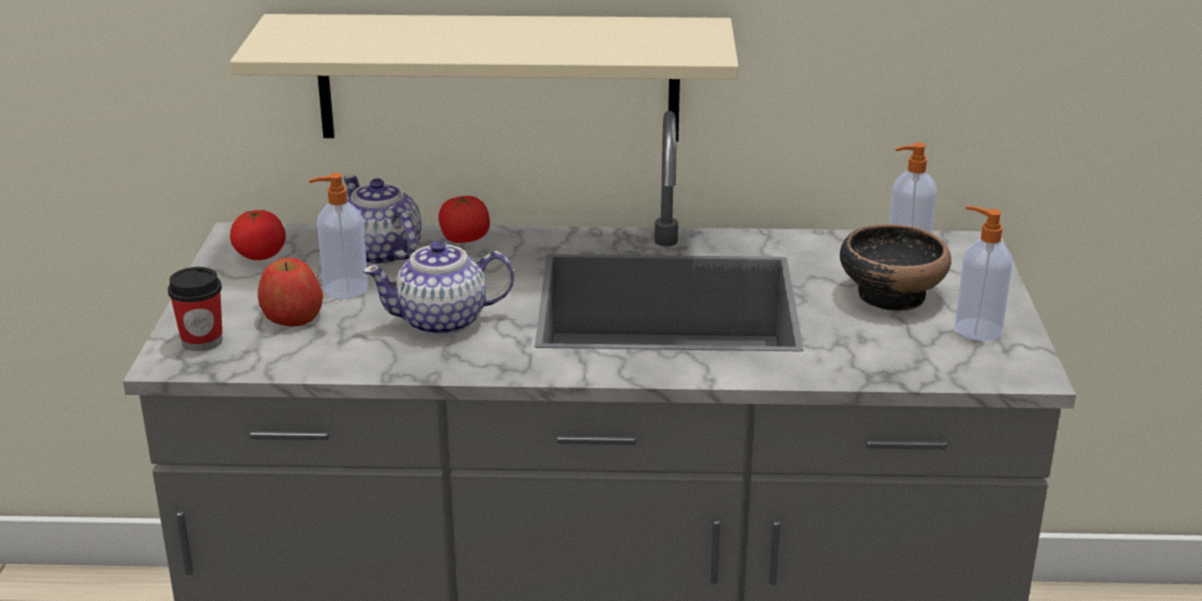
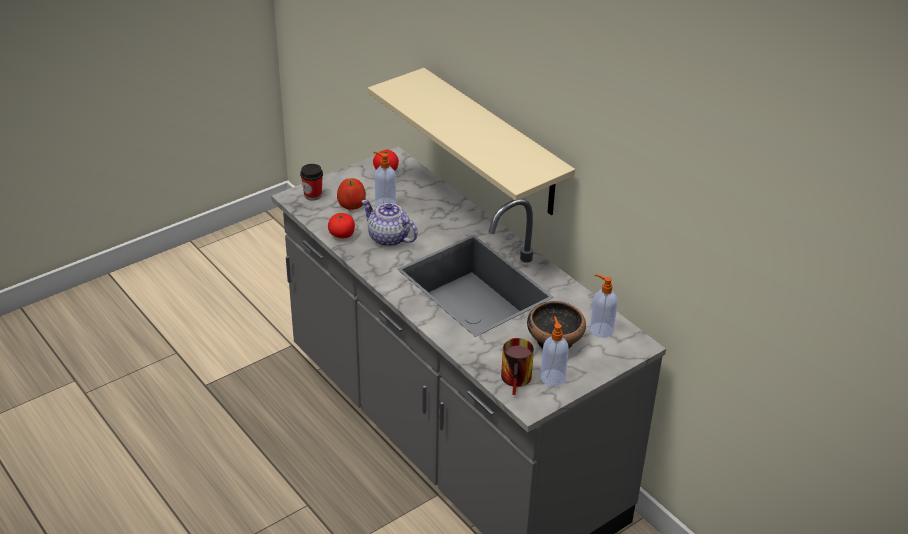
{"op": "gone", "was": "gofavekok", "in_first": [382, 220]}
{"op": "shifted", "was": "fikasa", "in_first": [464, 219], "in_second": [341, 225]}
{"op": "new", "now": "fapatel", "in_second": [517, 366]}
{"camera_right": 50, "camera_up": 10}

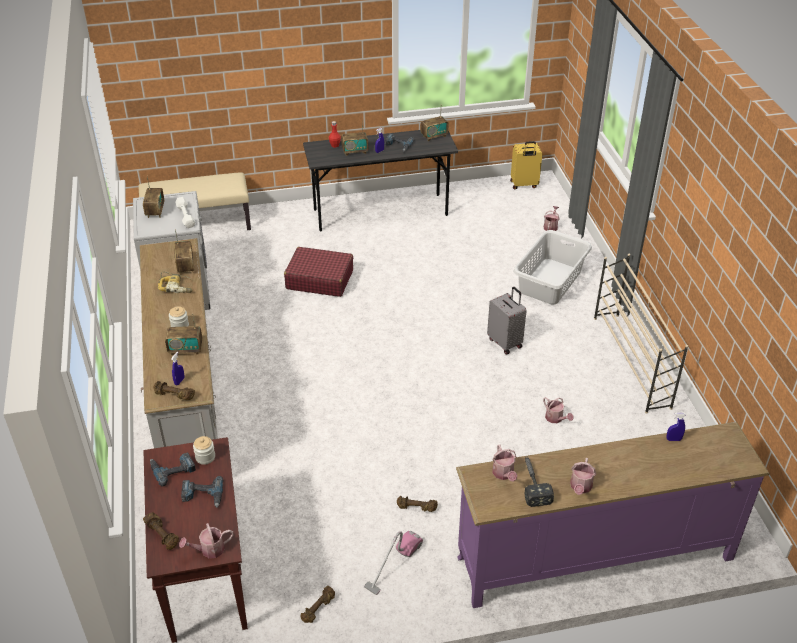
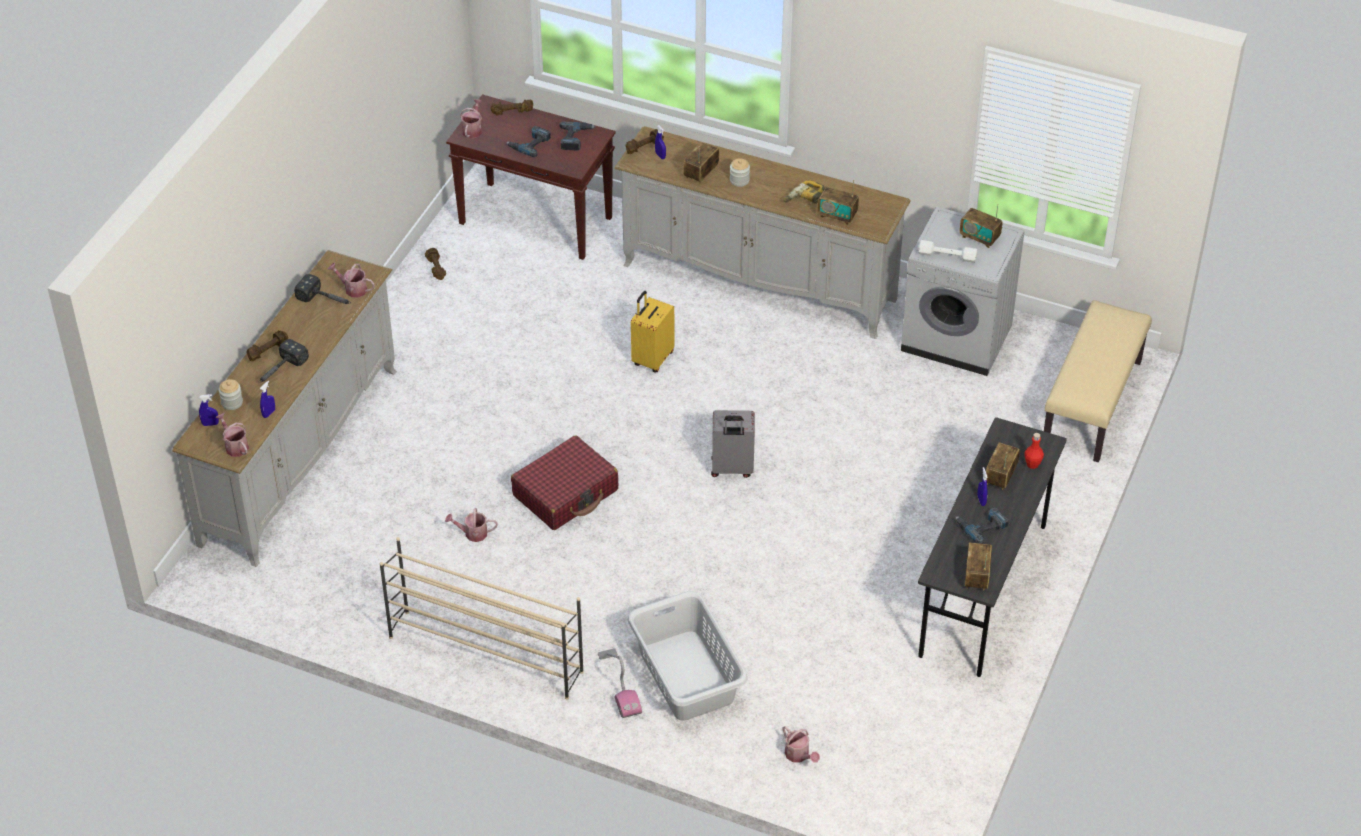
{"op": "shifted", "was": "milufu", "in_first": [204, 450], "in_second": [231, 394]}
{"op": "shifted", "was": "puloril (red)", "in_first": [318, 272], "in_second": [564, 482]}
{"op": "shifted", "was": "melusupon", "in_first": [393, 563], "in_second": [620, 683]}
{"op": "shifted", "was": "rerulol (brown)", "in_first": [417, 504], "in_second": [267, 345]}
{"op": "repainted", "was": "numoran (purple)", "now": "numoran (grey)", "in_first": [613, 515], "in_second": [284, 408]}
{"op": "shifted", "was": "puloril (grey)", "in_first": [507, 321], "in_second": [733, 444]}
{"op": "shifted", "was": "puloril (yellow)", "in_first": [526, 165], "in_second": [652, 332]}
{"op": "shifted", "was": "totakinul", "in_first": [583, 476], "in_second": [232, 435]}
{"op": "new", "now": "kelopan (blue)", "in_second": [209, 410]}
{"op": "new", "now": "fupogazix", "in_second": [283, 361]}
{"camera_right": 125, "camera_up": 5}

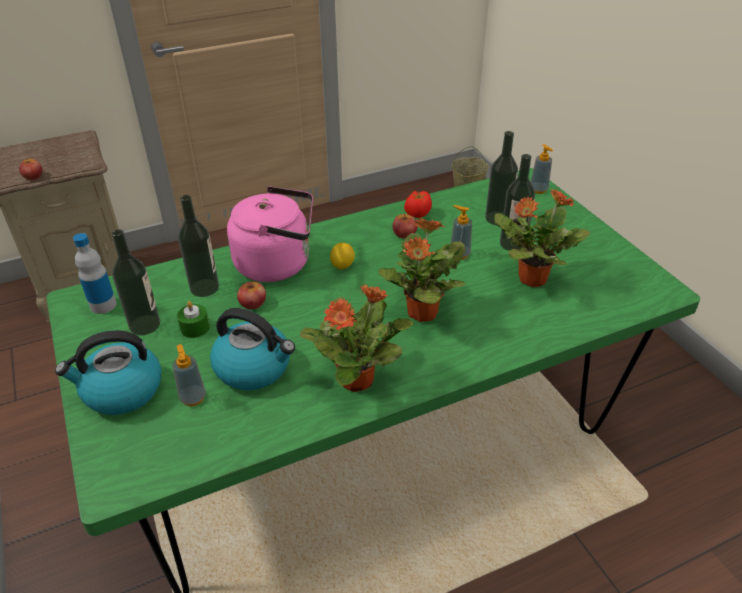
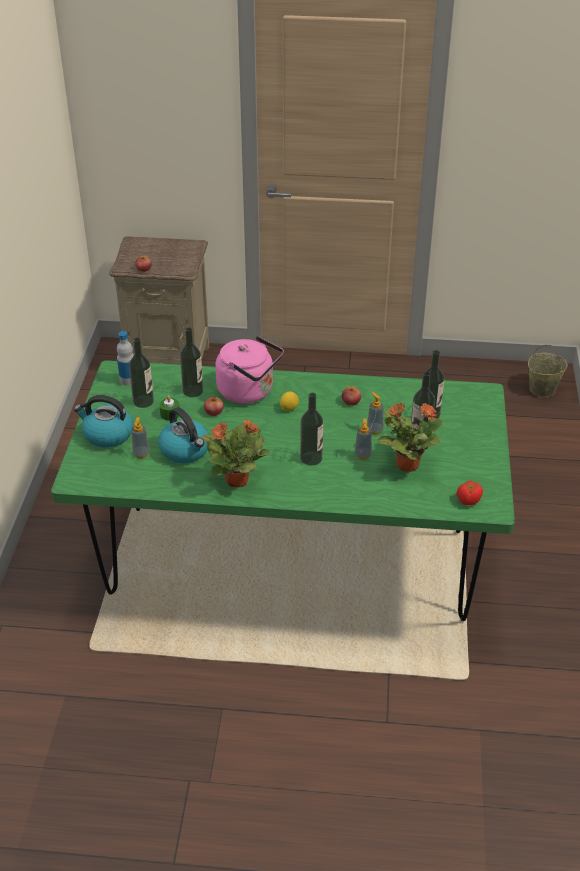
{"op": "swapped", "was": "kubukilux", "now": "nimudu", "in_first": [421, 269], "in_second": [311, 429]}
{"op": "shifted", "was": "fikasa", "in_first": [418, 204], "in_second": [470, 492]}
{"op": "shifted", "was": "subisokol", "in_first": [542, 169], "in_second": [363, 439]}
{"camera_right": 30, "camera_up": 0}

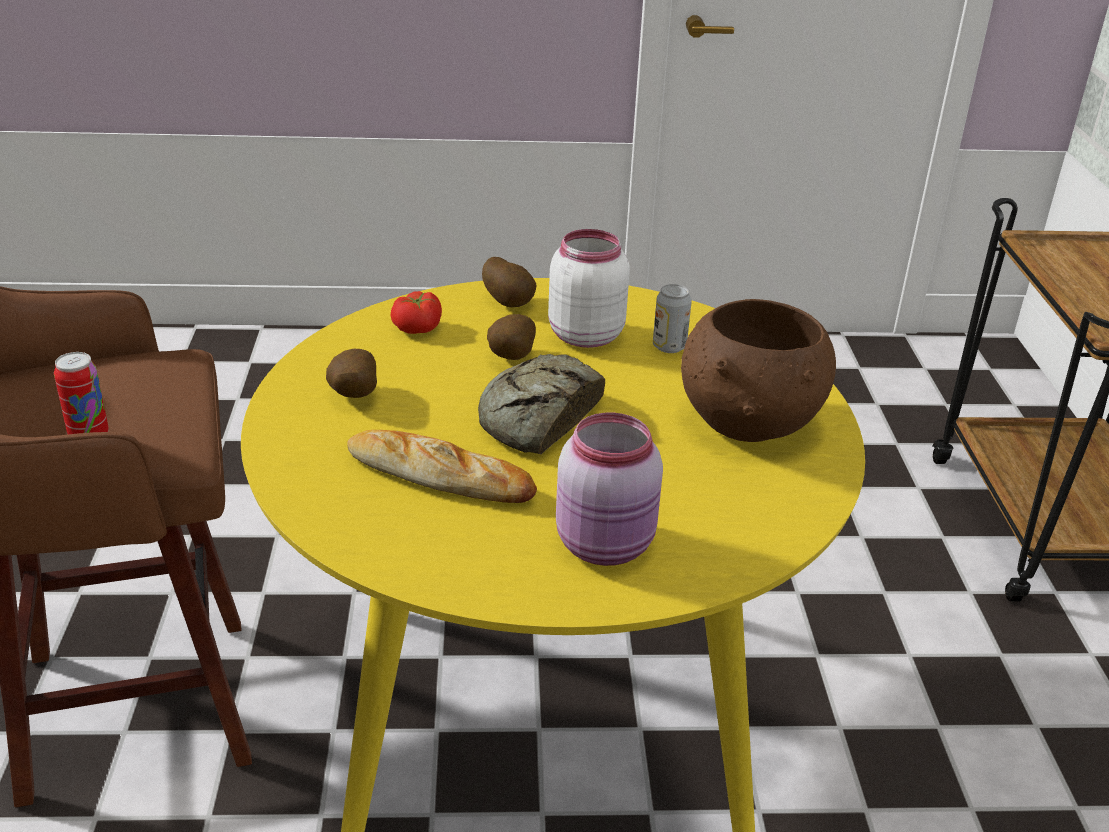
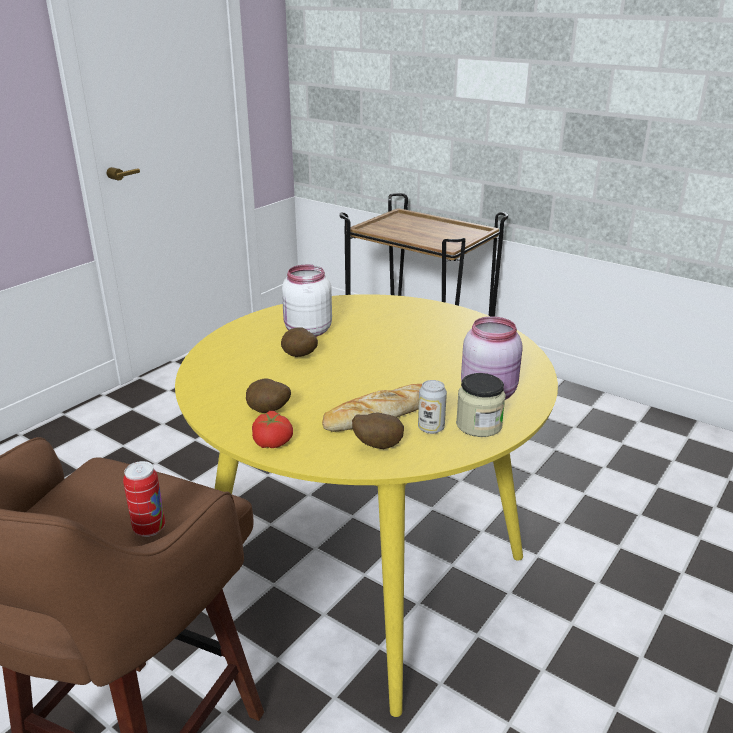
{"op": "shifted", "was": "fikasa", "in_first": [416, 312], "in_second": [272, 429]}
{"op": "gone", "was": "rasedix", "in_first": [541, 404]}
{"op": "shifted", "was": "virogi", "in_first": [509, 282], "in_second": [378, 431]}
{"op": "shifted", "was": "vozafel", "in_first": [672, 318], "in_second": [432, 407]}
{"op": "gone", "was": "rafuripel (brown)", "in_first": [758, 370]}
{"op": "new", "now": "milufu", "in_second": [481, 405]}
{"camera_right": -50, "camera_up": -5}

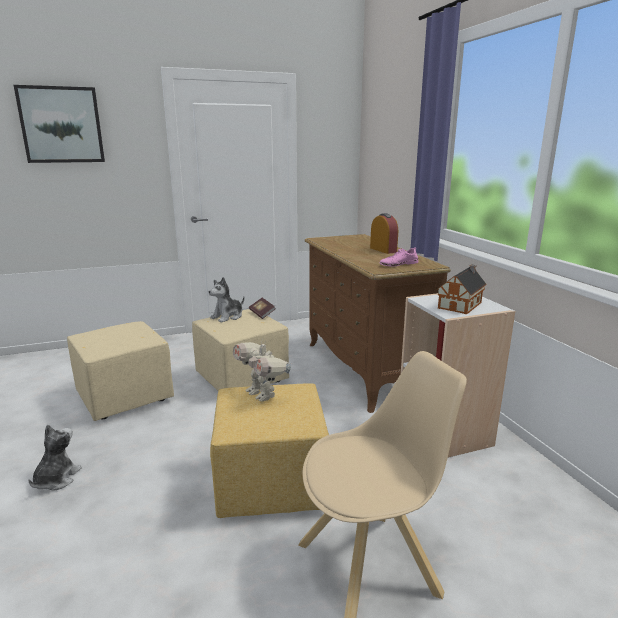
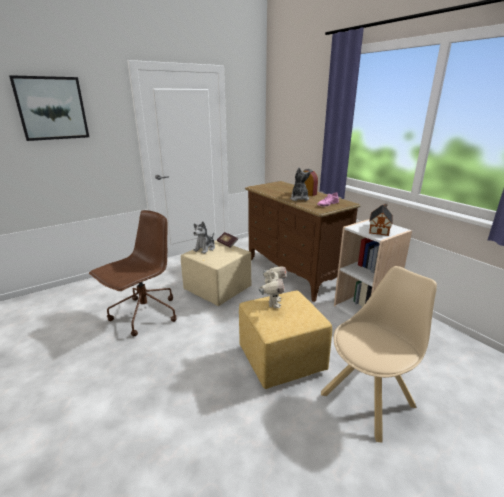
{"op": "shifted", "was": "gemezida", "in_first": [55, 457], "in_second": [300, 184]}
{"op": "swapped", "was": "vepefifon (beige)", "now": "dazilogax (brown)", "in_first": [120, 371], "in_second": [133, 273]}
{"op": "rotated", "was": "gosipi", "in_first": [262, 369], "in_second": [273, 287], "clockwise": -120}
{"camera_right": -15, "camera_up": 5}

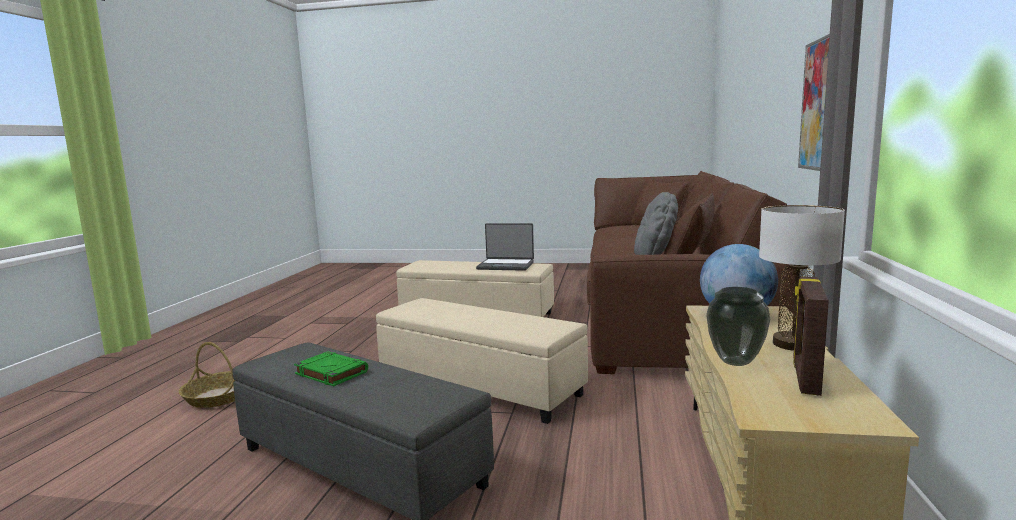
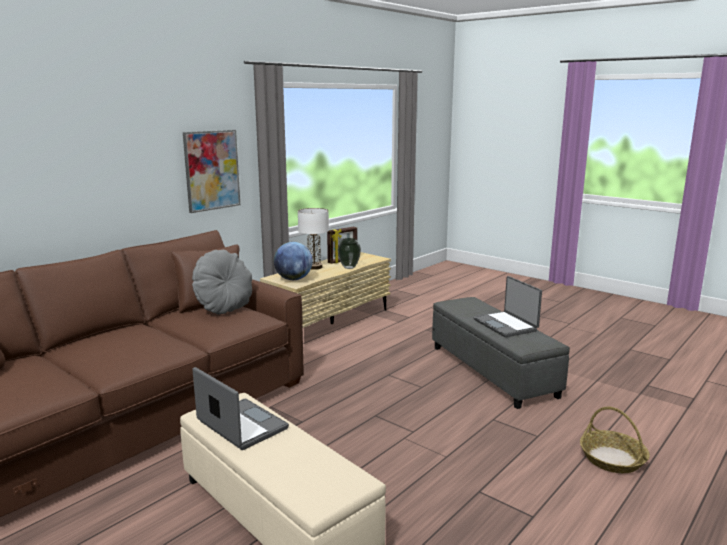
{"op": "swapped", "was": "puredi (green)", "now": "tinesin", "in_first": [331, 368], "in_second": [508, 306]}
{"op": "gone", "was": "vepefifon (beige)", "in_first": [482, 361]}
{"camera_right": -150, "camera_up": 5}

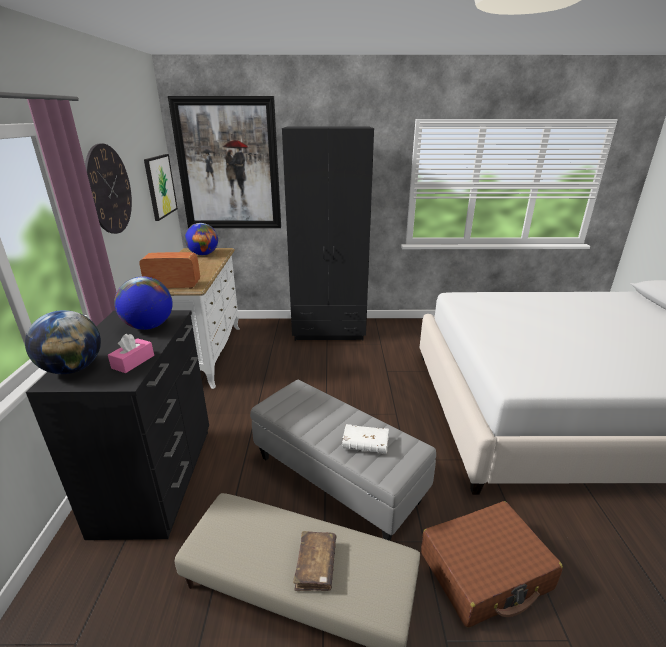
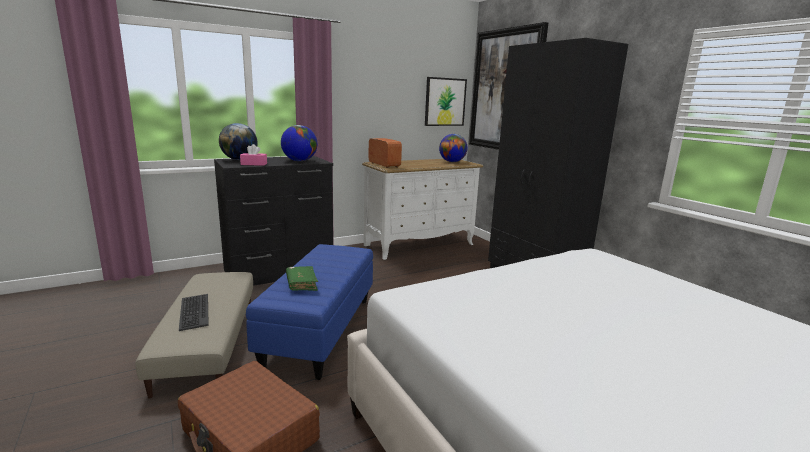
{"op": "gone", "was": "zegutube", "in_first": [108, 189]}
{"op": "repainted", "was": "vepefifon (grey)", "now": "vepefifon (blue)", "in_first": [343, 460], "in_second": [309, 312]}
{"op": "swapped", "was": "puredi (brown)", "now": "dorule", "in_first": [314, 561], "in_second": [194, 312]}
{"op": "repainted", "was": "puredi (white)", "now": "puredi (green)", "in_first": [365, 438], "in_second": [302, 278]}
{"camera_right": 60, "camera_up": -10}

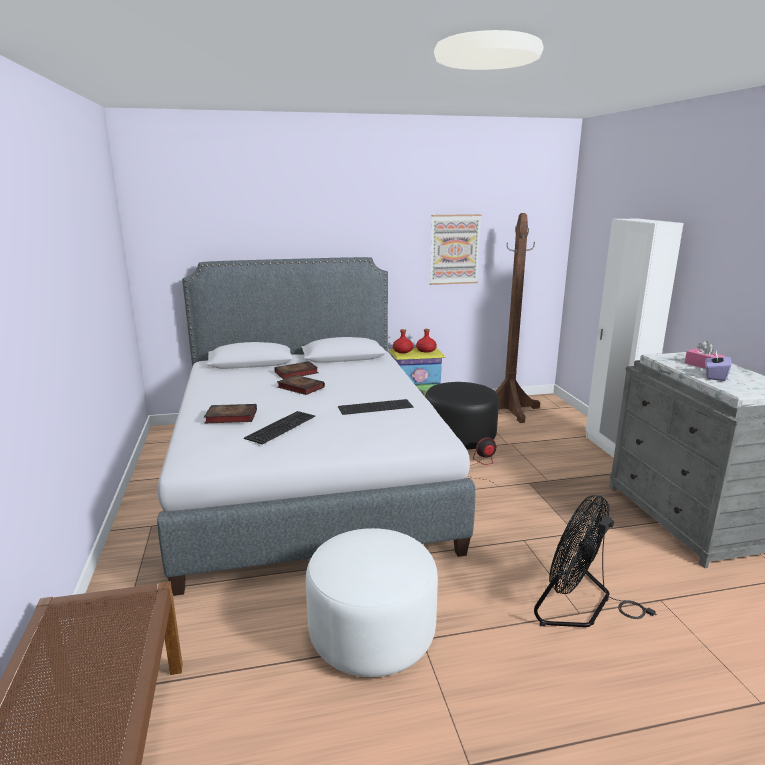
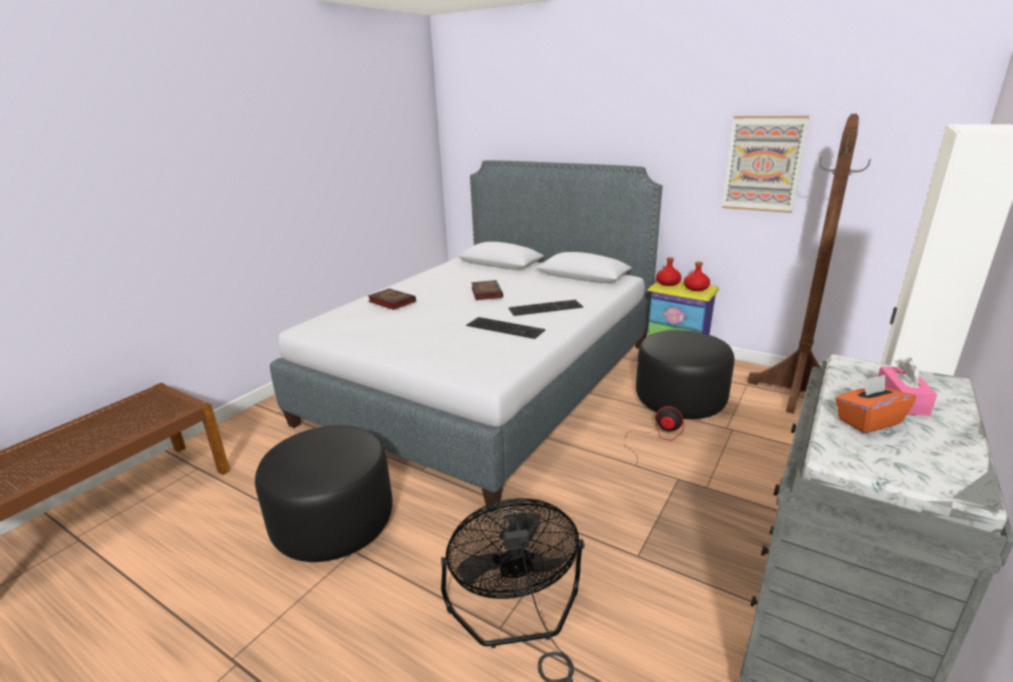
{"op": "shifted", "was": "dorule", "in_first": [279, 427], "in_second": [545, 308]}
{"op": "gone", "was": "puredi", "in_first": [296, 370]}
{"op": "repainted", "was": "vepefifon (white)", "now": "vepefifon (black)", "in_first": [372, 602], "in_second": [324, 493]}
{"op": "repainted", "was": "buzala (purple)", "now": "buzala (orange)", "in_first": [718, 365], "in_second": [876, 404]}
{"camera_right": 45, "camera_up": 5}

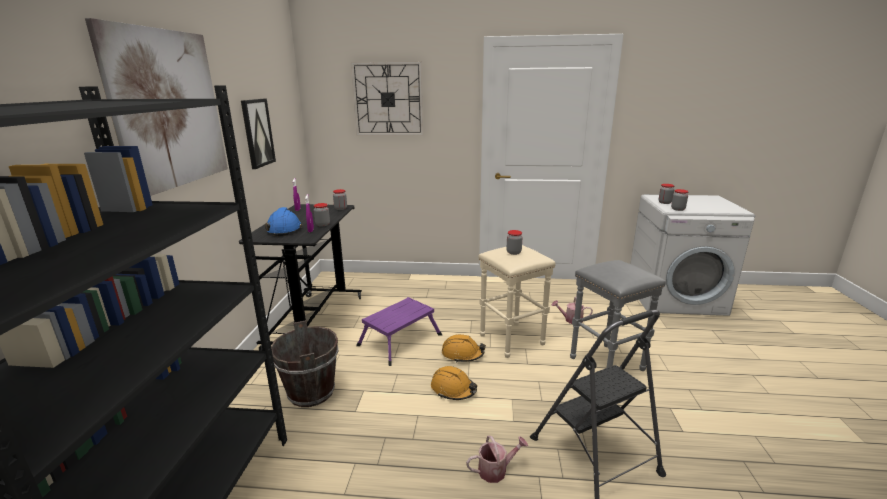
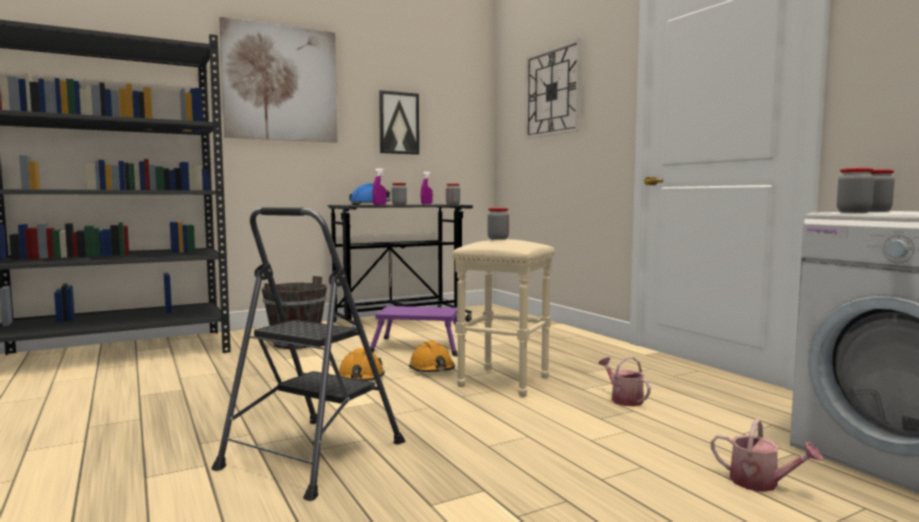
{"op": "shifted", "was": "totakinul", "in_first": [497, 459], "in_second": [767, 455]}
{"op": "gone", "was": "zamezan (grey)", "in_first": [618, 315]}
{"camera_right": 55, "camera_up": -15}

